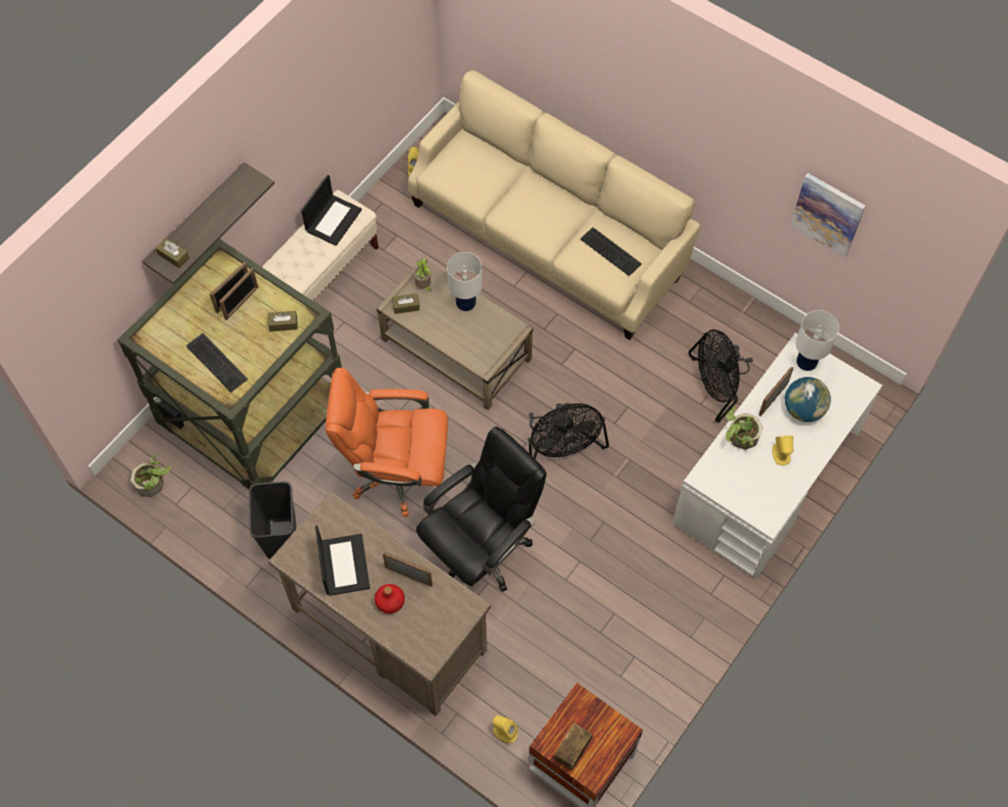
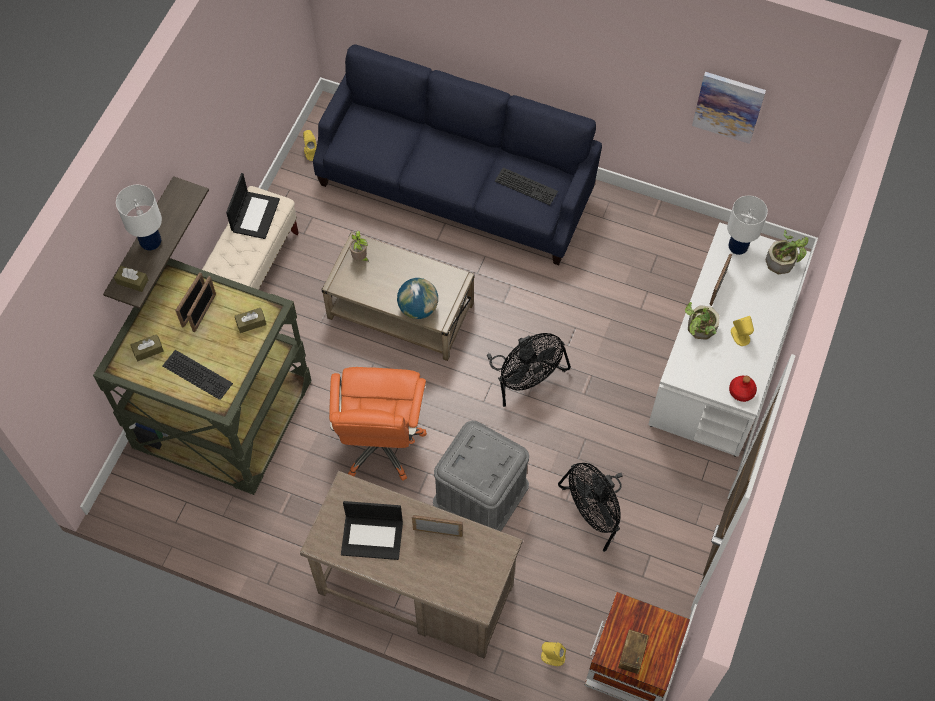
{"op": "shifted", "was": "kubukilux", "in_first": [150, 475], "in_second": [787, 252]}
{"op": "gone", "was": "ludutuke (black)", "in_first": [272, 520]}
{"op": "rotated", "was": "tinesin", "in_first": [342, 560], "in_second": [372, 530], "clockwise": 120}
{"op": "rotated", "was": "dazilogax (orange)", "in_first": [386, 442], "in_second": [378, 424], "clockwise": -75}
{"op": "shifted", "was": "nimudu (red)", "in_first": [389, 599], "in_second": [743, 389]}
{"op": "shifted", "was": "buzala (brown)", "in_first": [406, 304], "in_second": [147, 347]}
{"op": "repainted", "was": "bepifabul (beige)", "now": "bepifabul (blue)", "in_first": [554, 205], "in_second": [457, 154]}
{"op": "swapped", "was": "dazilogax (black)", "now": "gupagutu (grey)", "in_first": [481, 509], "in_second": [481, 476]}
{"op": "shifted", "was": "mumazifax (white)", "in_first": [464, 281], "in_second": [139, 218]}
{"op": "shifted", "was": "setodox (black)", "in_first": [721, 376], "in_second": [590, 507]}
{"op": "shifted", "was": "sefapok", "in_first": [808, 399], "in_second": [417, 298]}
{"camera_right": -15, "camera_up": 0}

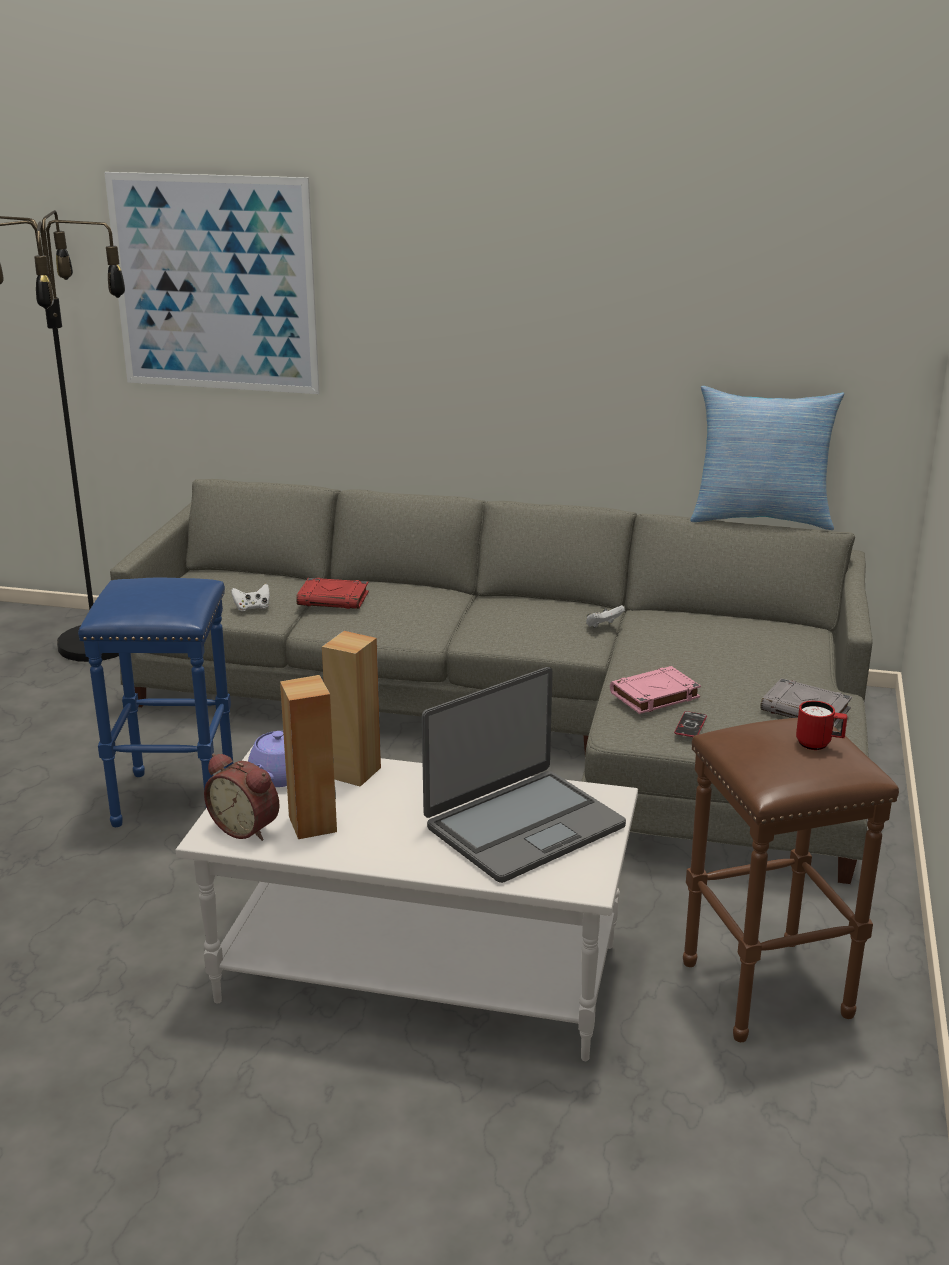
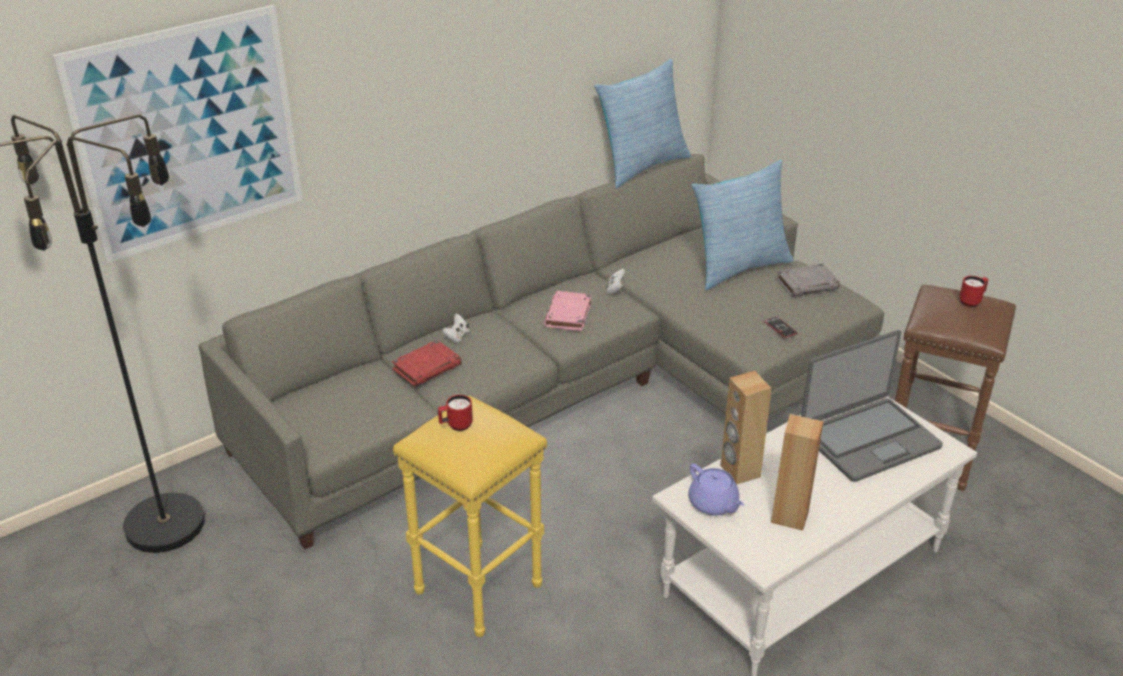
{"op": "repainted", "was": "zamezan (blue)", "now": "zamezan (yellow)", "in_first": [155, 702], "in_second": [470, 516]}
{"op": "gone", "was": "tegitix", "in_first": [242, 797]}
{"op": "shifted", "was": "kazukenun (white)", "in_first": [250, 597], "in_second": [456, 328]}
{"op": "rotated", "was": "tinesin", "in_first": [524, 775], "in_second": [872, 406], "clockwise": 60}
{"op": "shifted", "was": "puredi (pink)", "in_first": [655, 690], "in_second": [568, 311]}
{"op": "new", "now": "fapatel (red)", "in_second": [455, 413]}
{"op": "new", "now": "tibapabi", "in_second": [742, 225]}
{"camera_right": -50, "camera_up": 10}

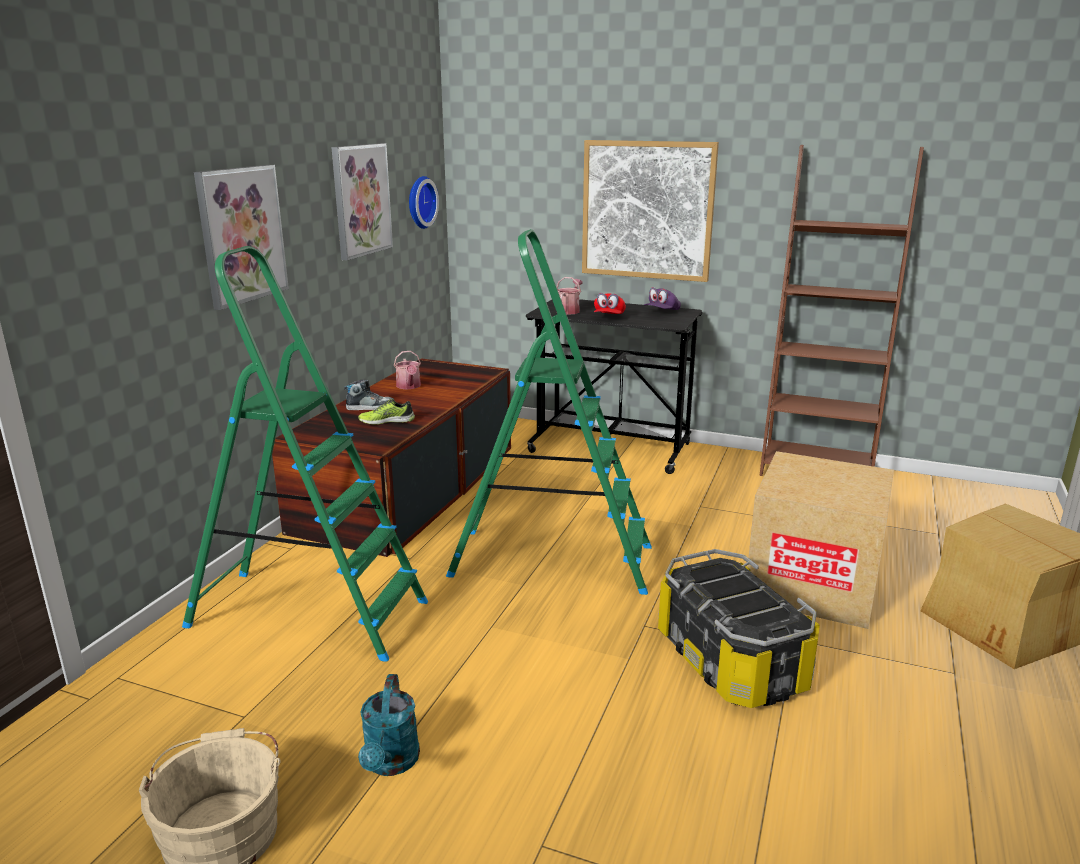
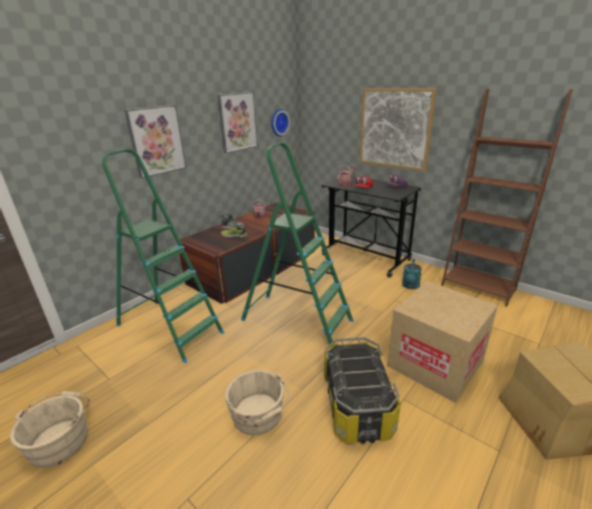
{"op": "shifted", "was": "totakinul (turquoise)", "in_first": [389, 725], "in_second": [412, 274]}
{"op": "new", "now": "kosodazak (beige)", "in_second": [257, 402]}
{"camera_right": 20, "camera_up": 5}

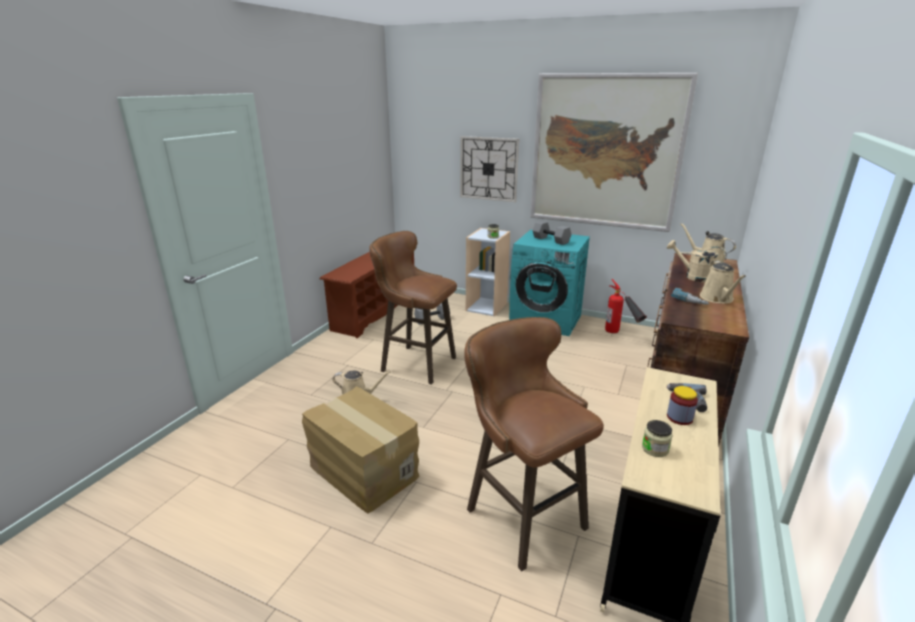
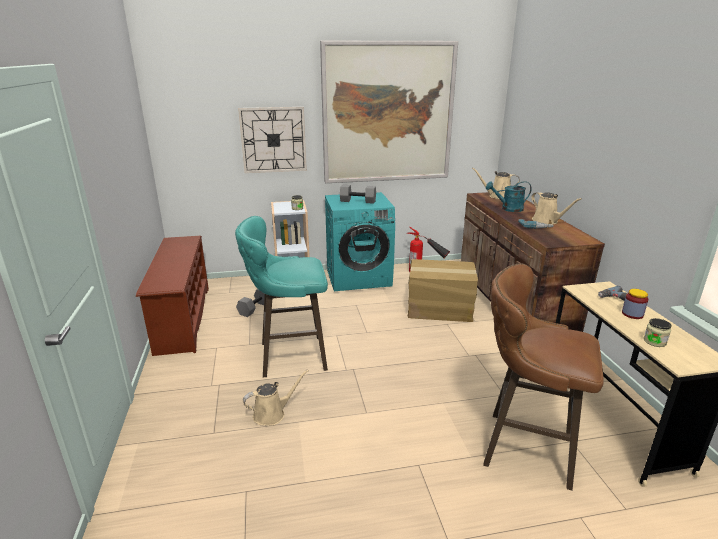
{"op": "shifted", "was": "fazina", "in_first": [360, 450], "in_second": [443, 290]}
{"op": "repainted", "was": "zamezan (brown)", "now": "zamezan (turquoise)", "in_first": [413, 308], "in_second": [281, 296]}
{"op": "repainted", "was": "totakinul (beige)", "now": "totakinul (turquoise)", "in_first": [697, 261], "in_second": [508, 196]}
{"camera_right": -35, "camera_up": 0}

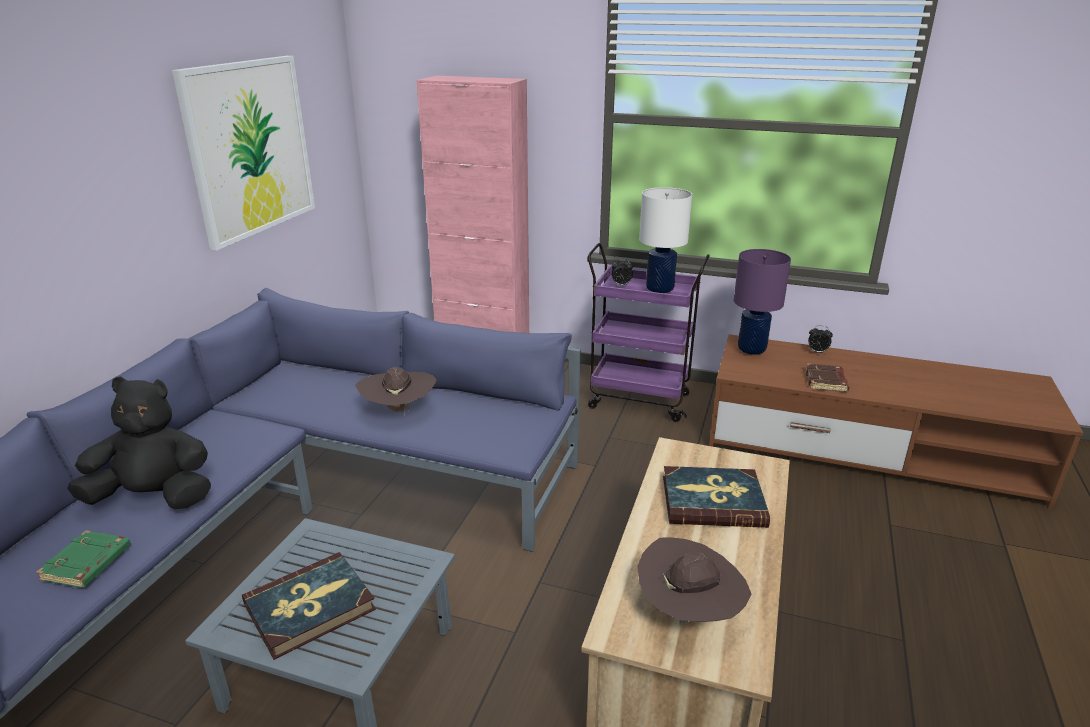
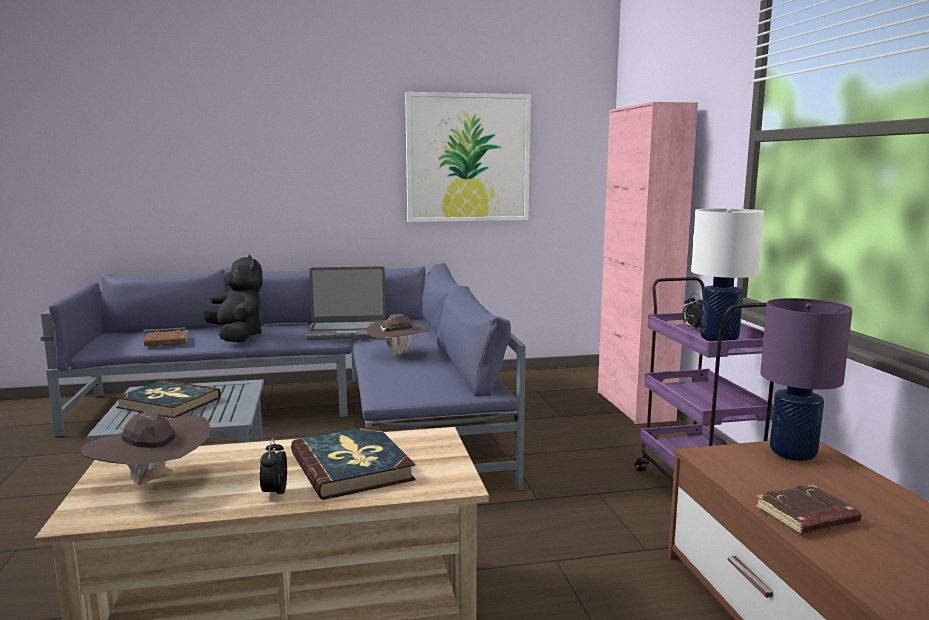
{"op": "repainted", "was": "puredi (green)", "now": "puredi (brown)", "in_first": [83, 559], "in_second": [166, 338]}
{"op": "shifted", "was": "tegitix", "in_first": [820, 339], "in_second": [273, 469]}
{"op": "new", "now": "tinesin", "in_second": [346, 303]}
{"camera_right": 60, "camera_up": -15}

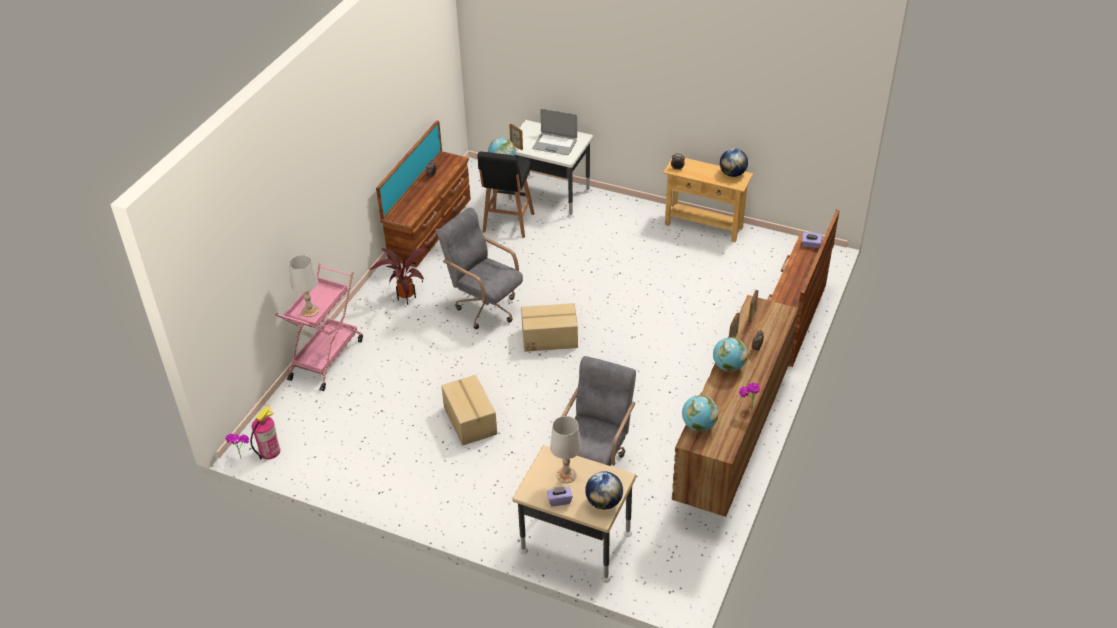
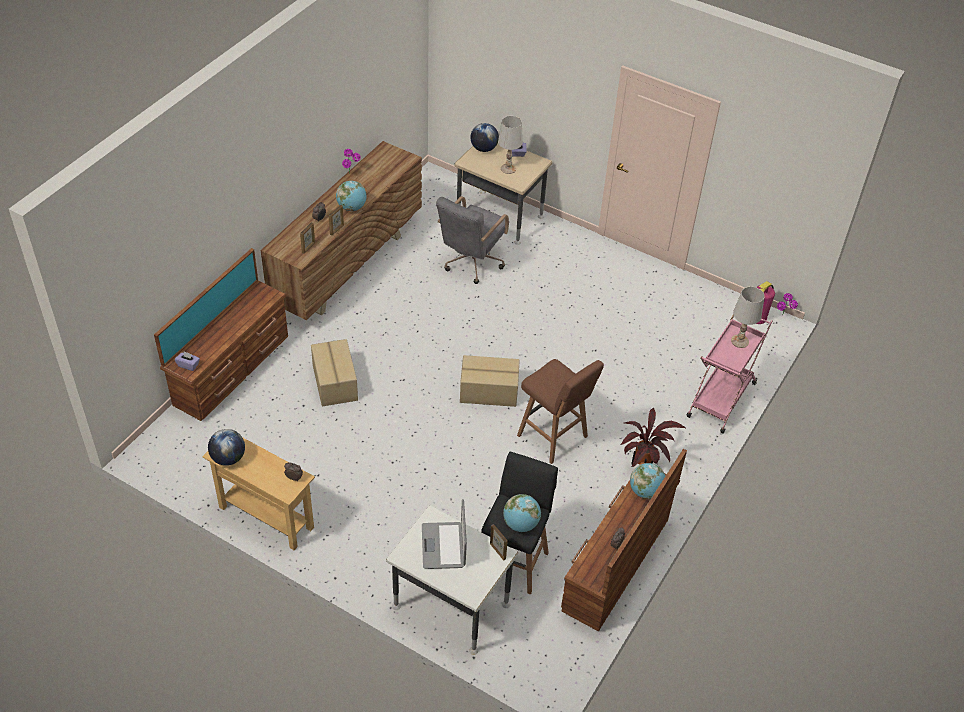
{"op": "swapped", "was": "dazilogax (grey)", "now": "zamezan (brown)", "in_first": [480, 268], "in_second": [560, 411]}
{"op": "shifted", "was": "fazina", "in_first": [469, 410], "in_second": [334, 373]}
{"op": "rotated", "was": "tinesin", "in_first": [554, 132], "in_second": [444, 534], "clockwise": -120}
{"op": "shifted", "was": "sefapok", "in_first": [700, 413], "in_second": [647, 481]}
{"camera_right": -175, "camera_up": 5}

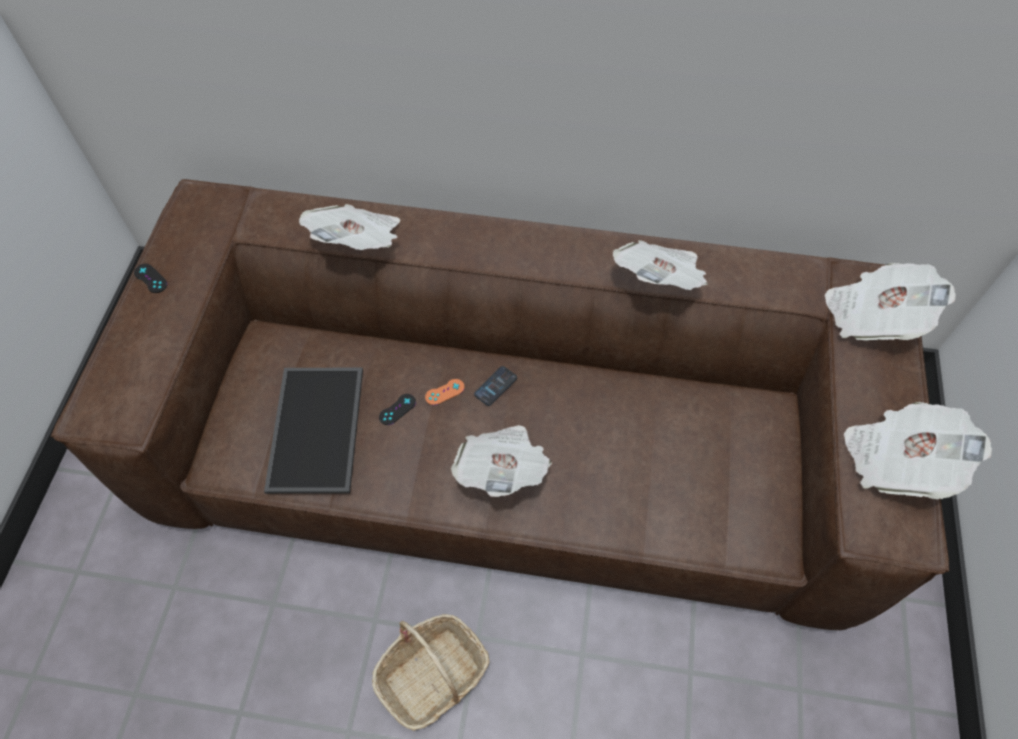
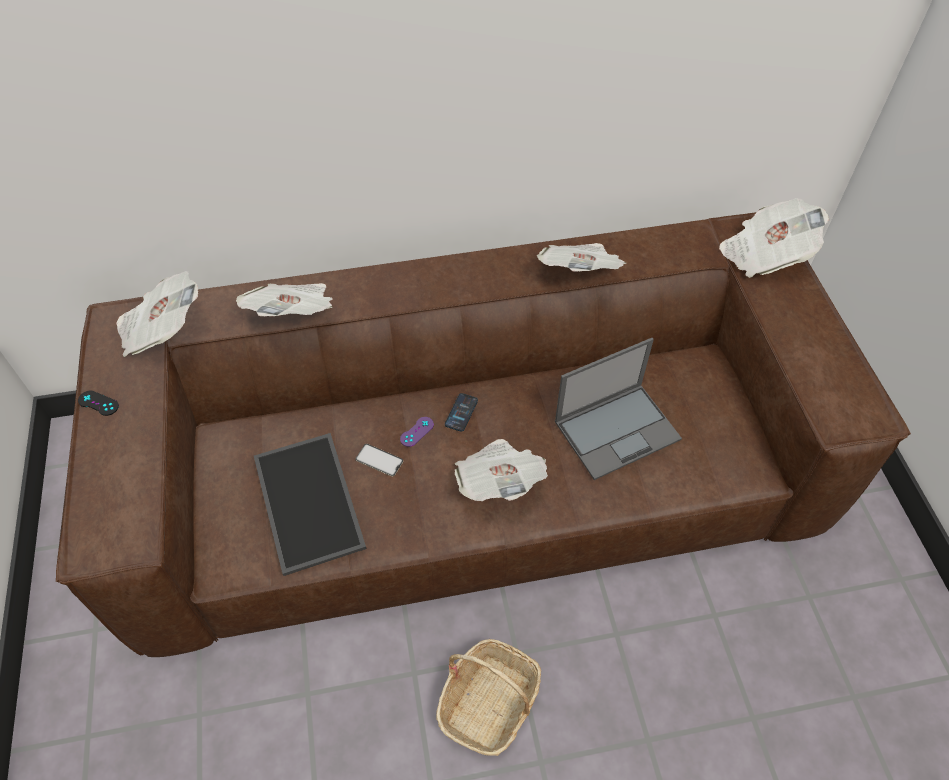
{"op": "swapped", "was": "kazukenun (black)", "now": "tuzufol", "in_first": [397, 409], "in_second": [379, 460]}
{"op": "repainted", "was": "kazukenun (orange)", "now": "kazukenun (purple)", "in_first": [444, 392], "in_second": [417, 432]}
{"op": "shifted", "was": "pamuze", "in_first": [918, 450], "in_second": [157, 314]}
{"op": "new", "now": "tinesin", "in_second": [618, 409]}
{"camera_right": -20, "camera_up": -5}

